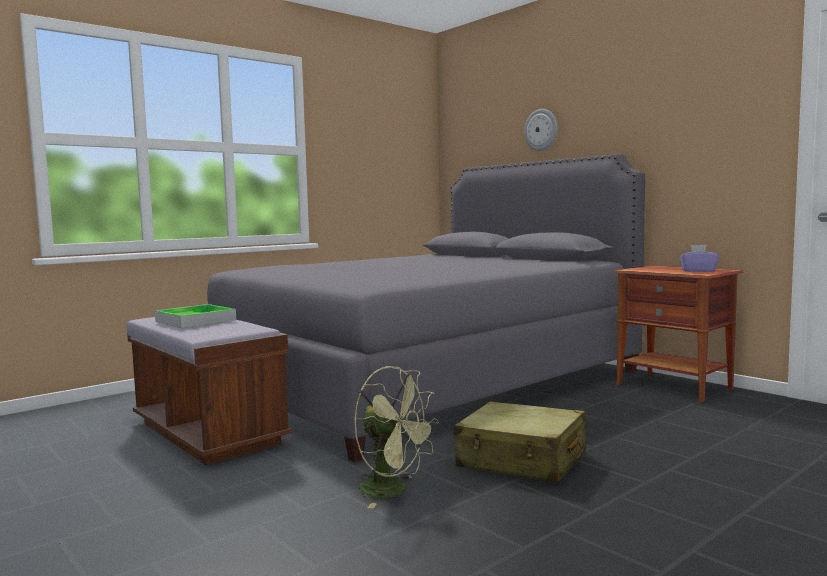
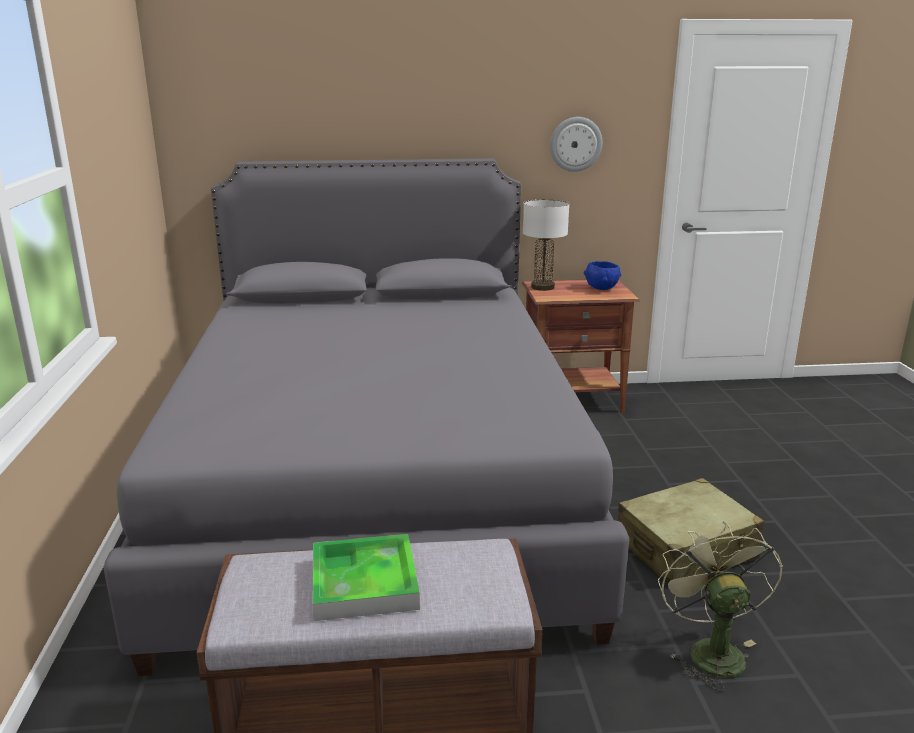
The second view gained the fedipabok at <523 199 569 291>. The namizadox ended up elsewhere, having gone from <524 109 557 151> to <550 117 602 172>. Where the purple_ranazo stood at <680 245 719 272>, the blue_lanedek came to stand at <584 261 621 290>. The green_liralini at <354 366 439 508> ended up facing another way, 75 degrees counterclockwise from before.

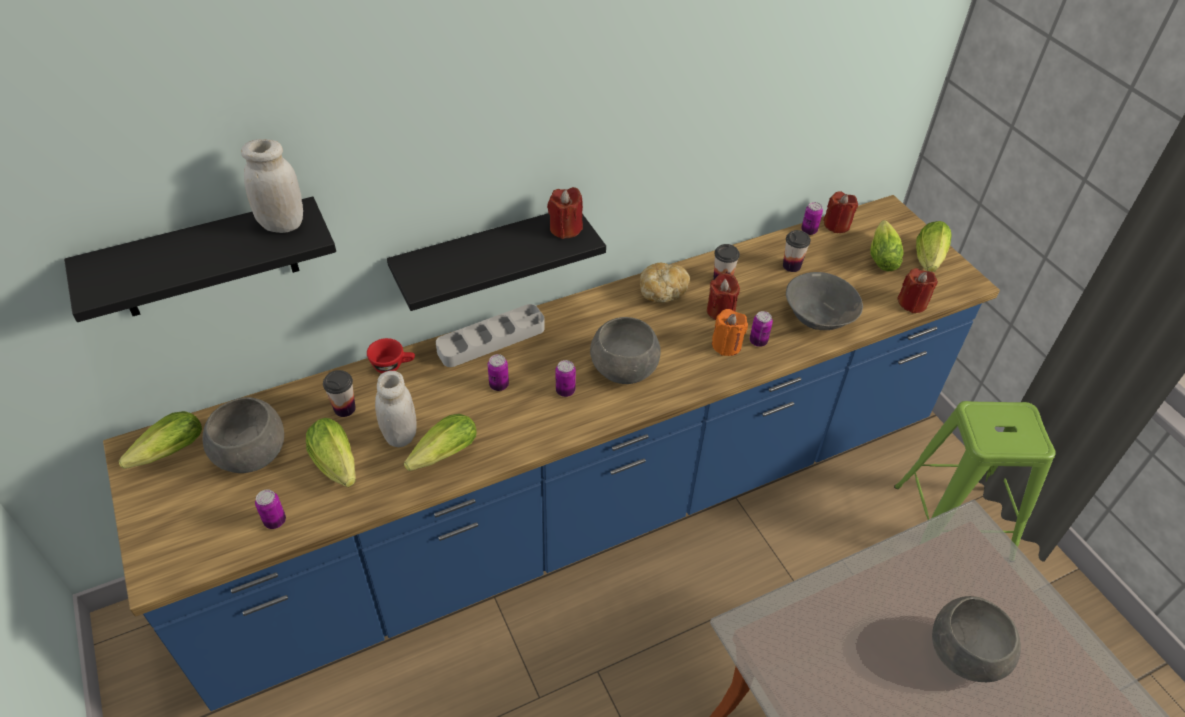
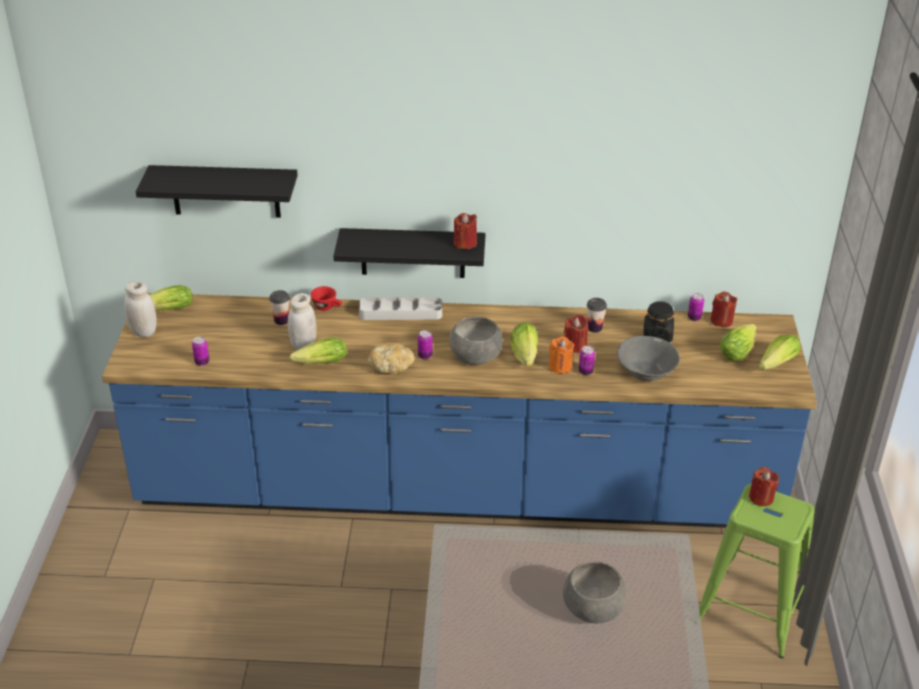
The second view lost the grey_lanedek at <203 397 284 473>. The second view lost the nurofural at <488 354 509 391>. The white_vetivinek ended up elsewhere, having gone from <241 139 303 233> to <124 281 157 337>. The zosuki ended up elsewhere, having gone from <306 418 356 487> to <510 322 538 366>. The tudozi ended up elsewhere, having gone from <640 263 690 303> to <368 342 415 374>. The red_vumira ended up elsewhere, having gone from <897 268 938 313> to <749 467 779 506>. Where the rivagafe stood at <783 230 811 272>, the black_vetivinek came to stand at <644 301 674 342>.

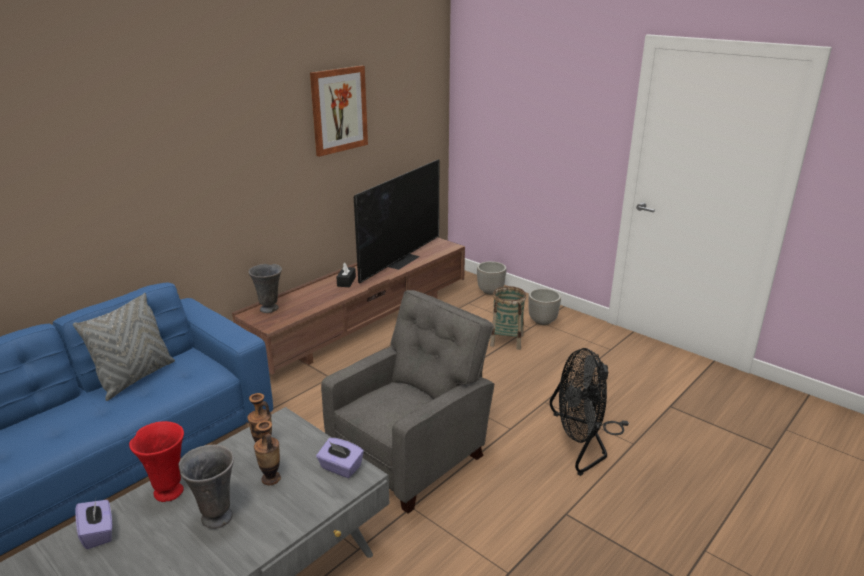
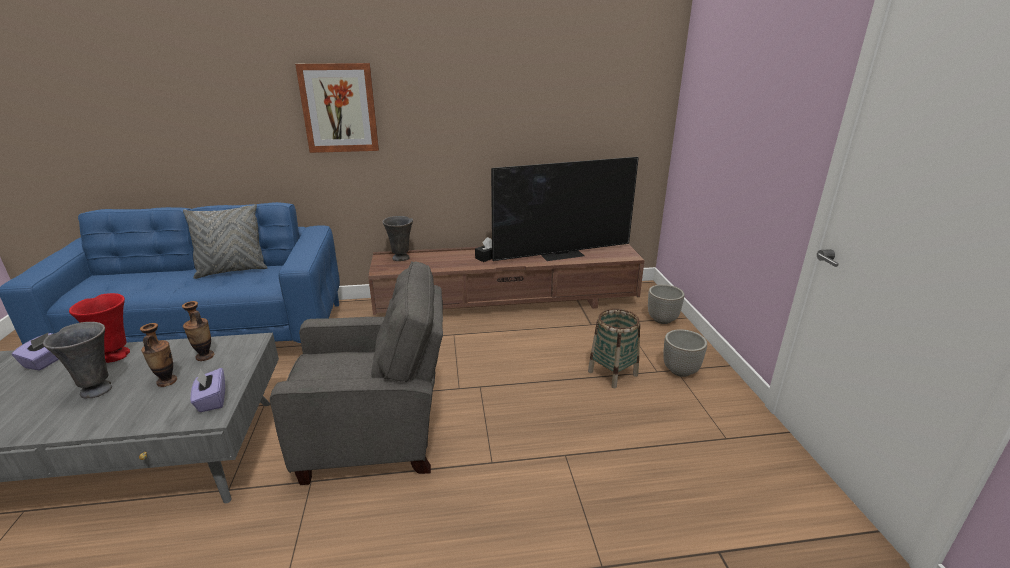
The second view lost the black_liralini at <550 348 628 476>. The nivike ended up elsewhere, having gone from <310 66 368 157> to <295 63 379 153>.

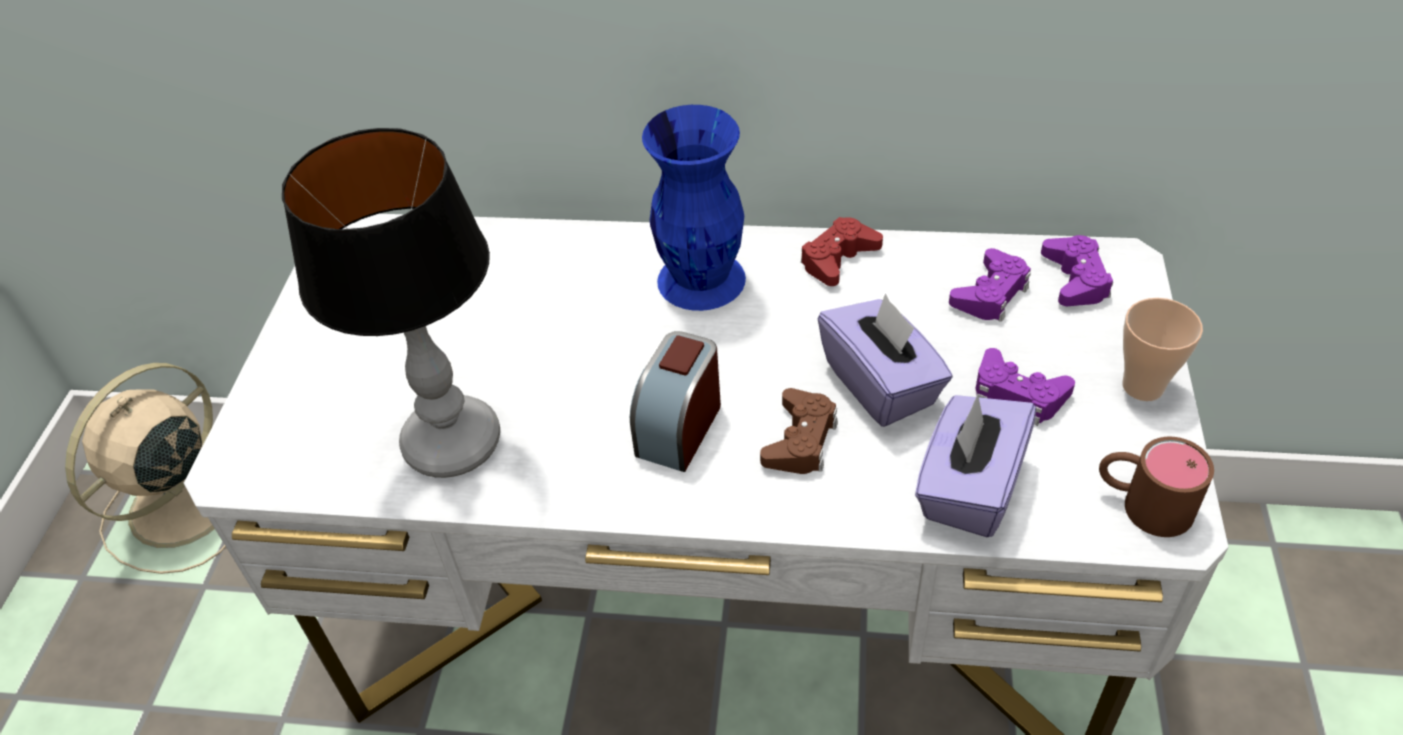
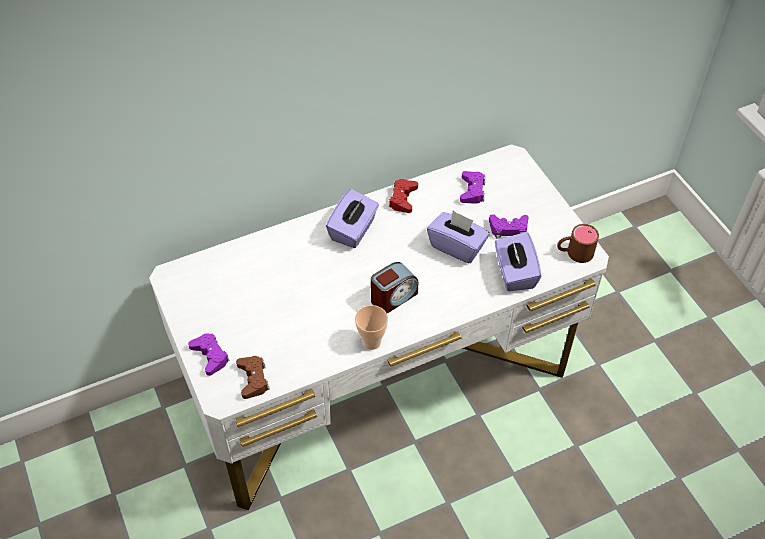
The second view lost the beige_liralini at <65 363 226 574>. The second view lost the fedipabok at <282 128 500 478>. The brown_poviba ended up elsewhere, having gone from <760 388 838 474> to <236 356 270 399>. The purple_poviba ended up elsewhere, having gone from <1041 235 1113 306> to <188 333 230 376>. The rivagafe ended up elsewhere, having gone from <1122 298 1203 401> to <355 305 388 350>. Where the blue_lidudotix stood at <642 105 746 311>, the purple_ranazo came to stand at <326 189 379 248>. The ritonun at <630 331 721 472> ended up facing another way, 120 degrees counterclockwise from before.

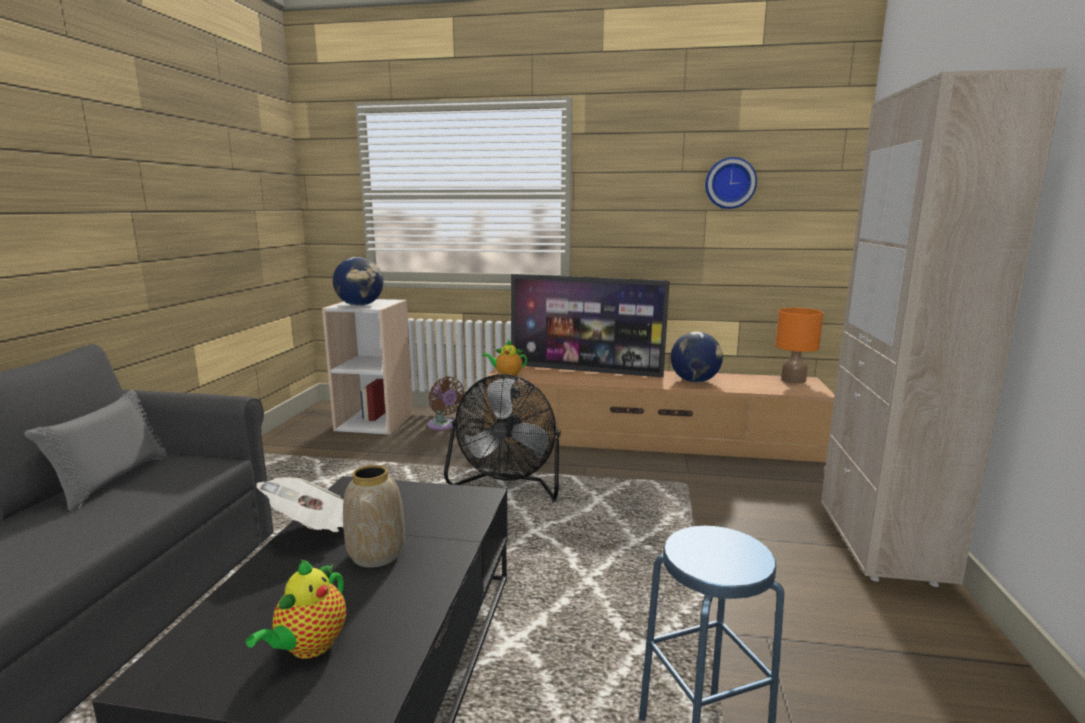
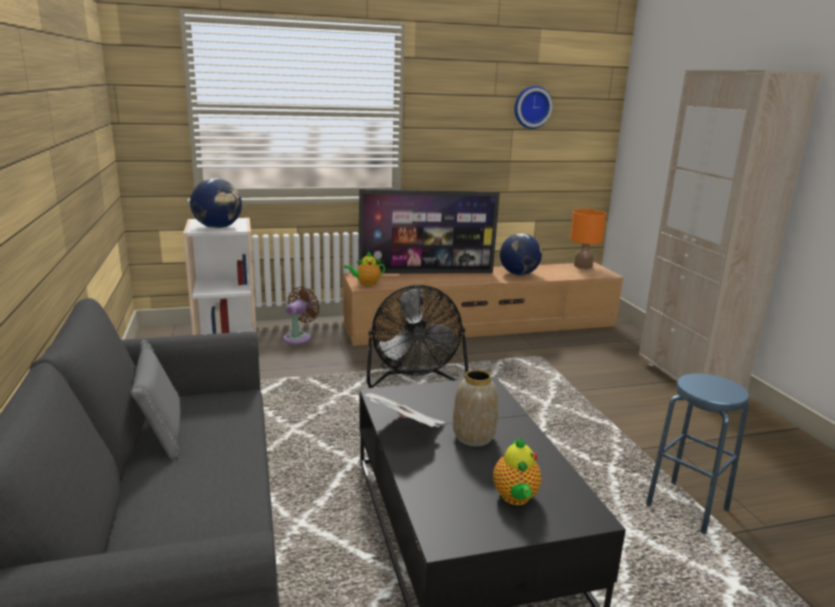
The brown_liralini at <427 376 465 430> ended up facing another way, 90 degrees counterclockwise from before.

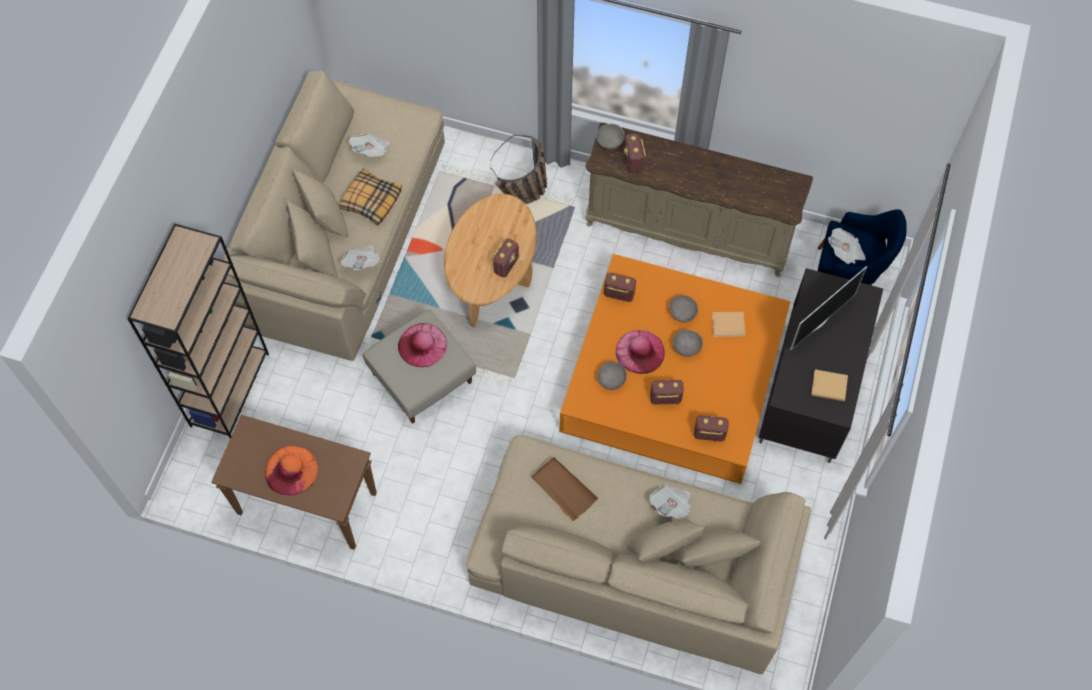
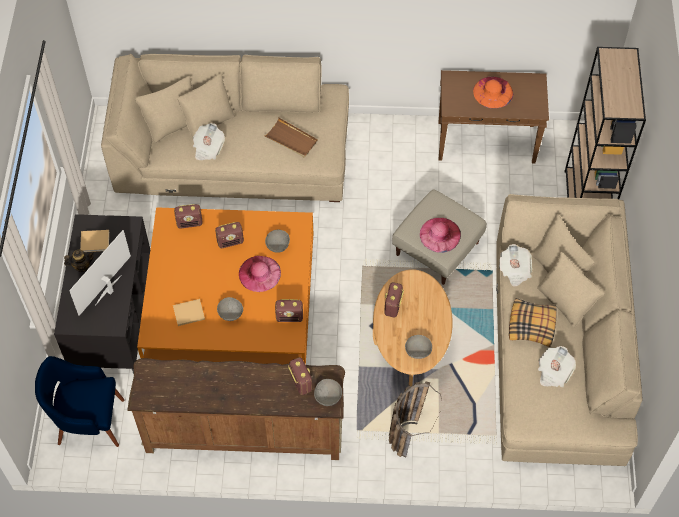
The second view lost the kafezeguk at <828 228 866 264>. The second view gained the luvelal at <64 250 94 272>. The grey_lanedek ended up elsewhere, having gone from <673 330 703 357> to <405 335 432 359>.

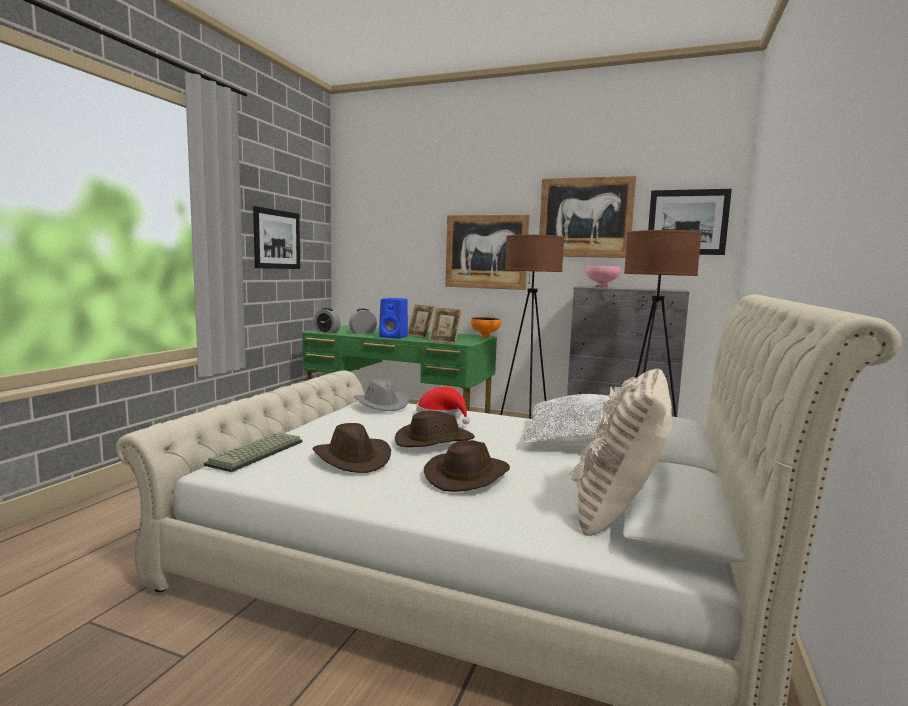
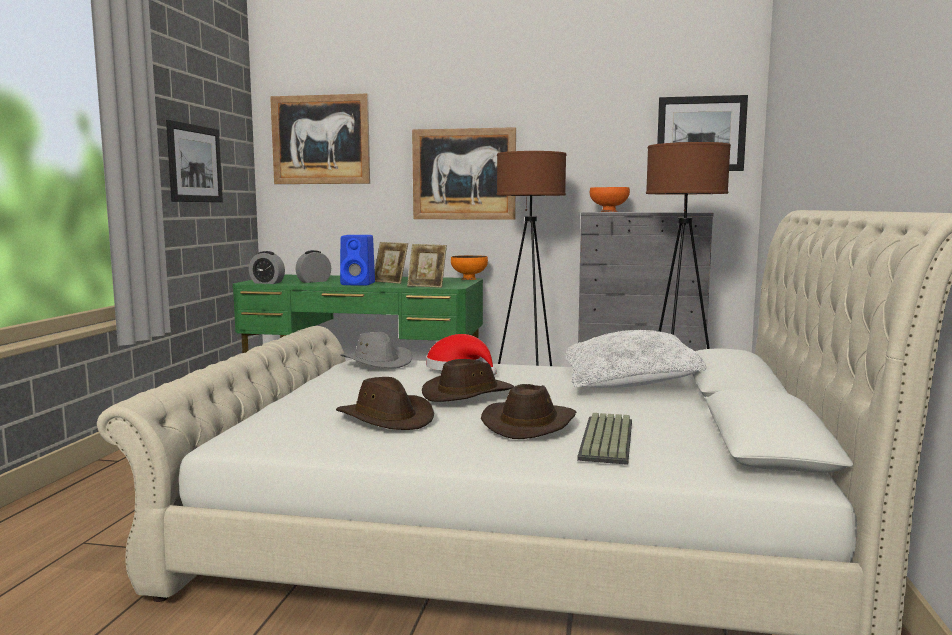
The second view lost the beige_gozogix at <567 369 672 536>. The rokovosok ended up elsewhere, having gone from <204 432 303 472> to <577 413 632 465>. The nivike ended up elsewhere, having gone from <539 176 636 258> to <270 94 370 184>. What was the pink_lanedek at <586 266 620 287> turned into the orange_lanedek at <590 187 630 212>.

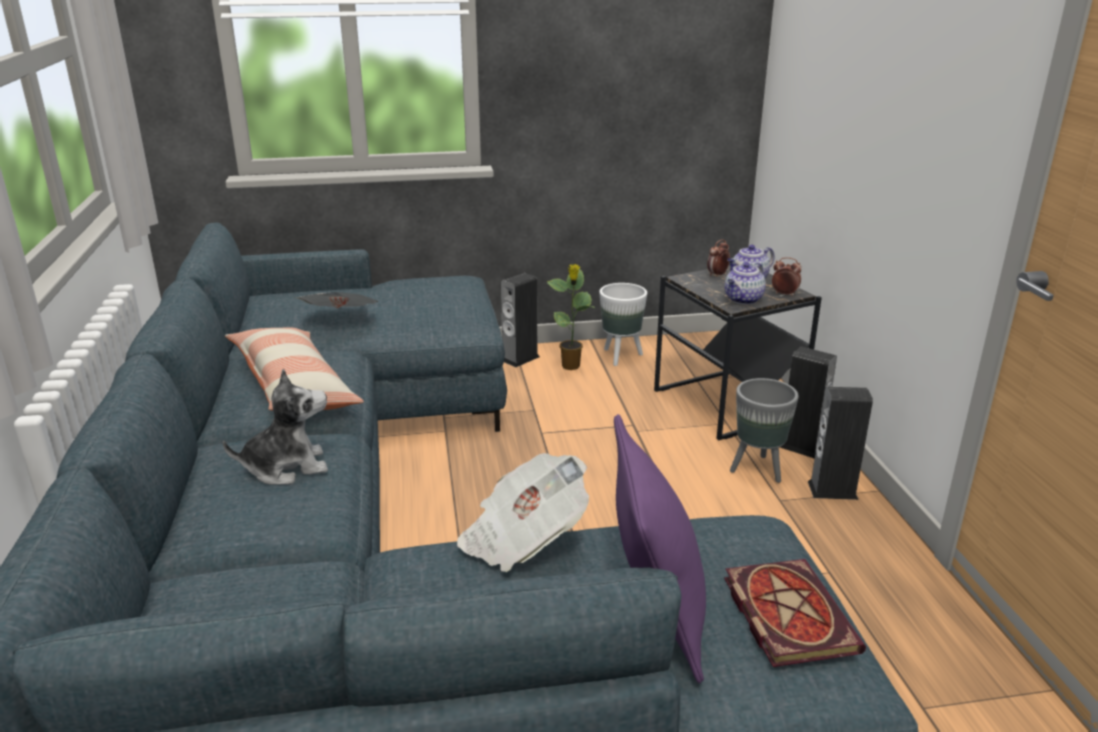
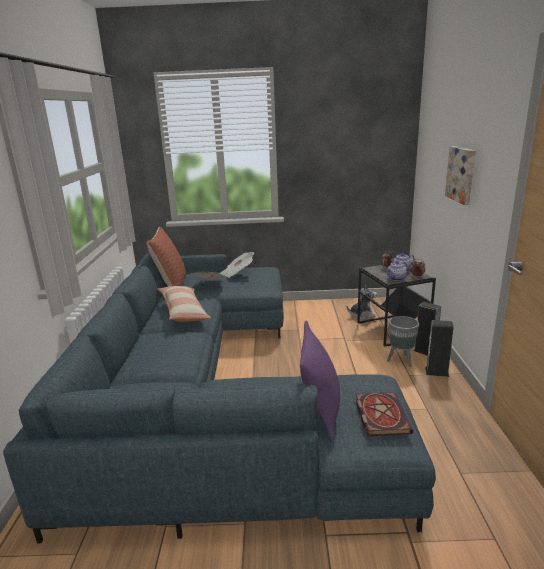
The second view lost the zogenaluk at <501 273 540 367>. The second view lost the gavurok at <547 264 595 370>. The second view lost the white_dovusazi at <599 283 647 366>. The second view gained the gozogix at <147 227 186 287>. The second view gained the nivike at <445 146 476 205>. The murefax ended up elsewhere, having gone from <223 368 328 485> to <347 285 377 319>. The kafezeguk ended up elsewhere, having gone from <457 453 589 572> to <219 252 254 278>.

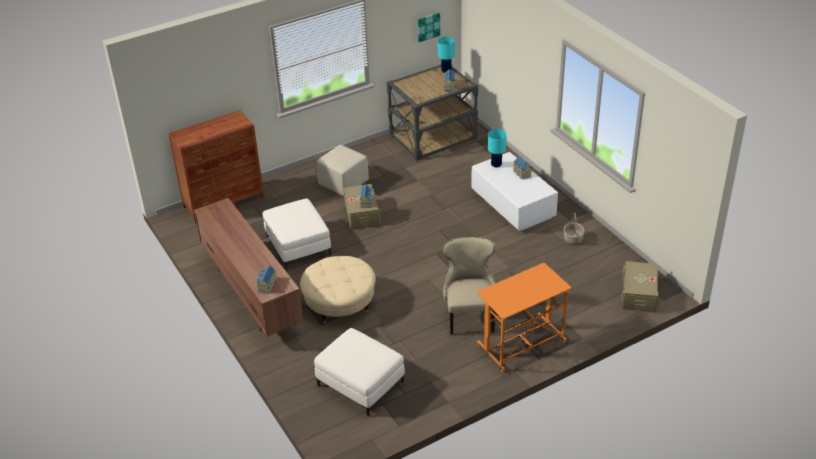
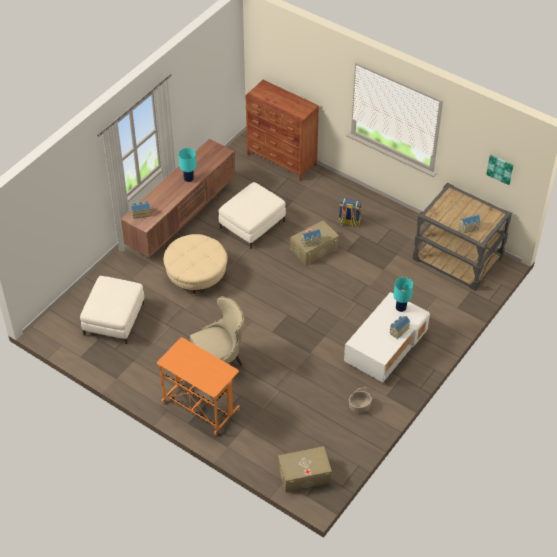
The turquoise_fedipabok ended up elsewhere, having gone from <438 37 455 73> to <178 148 196 182>. Where the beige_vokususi stood at <316 145 369 196>, the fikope came to stand at <338 198 362 227>.

